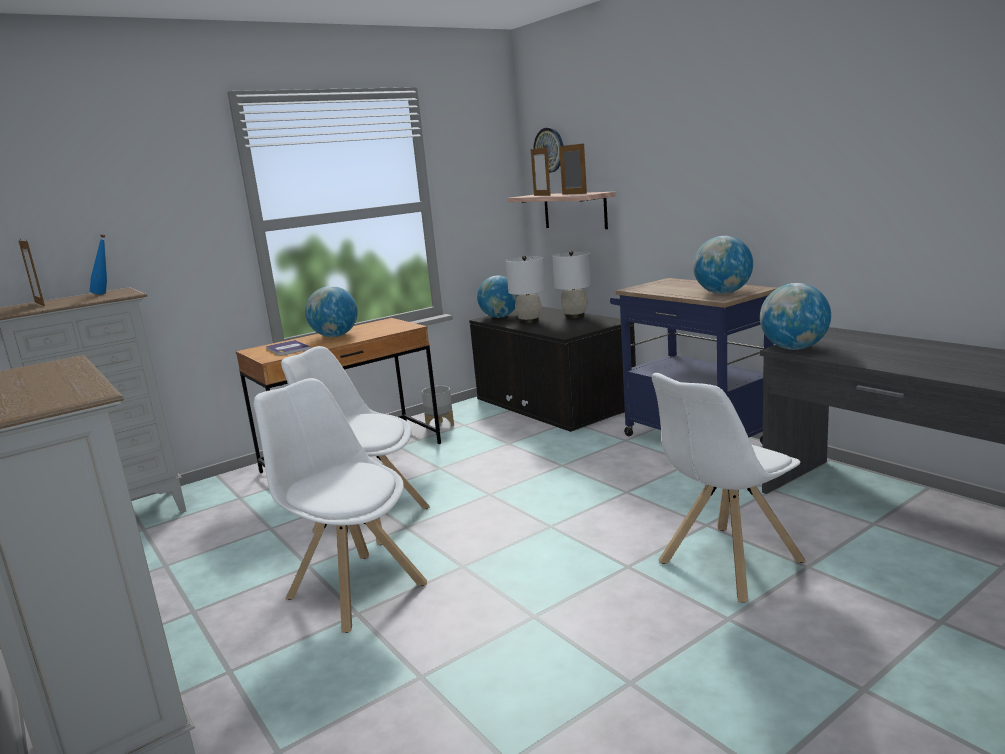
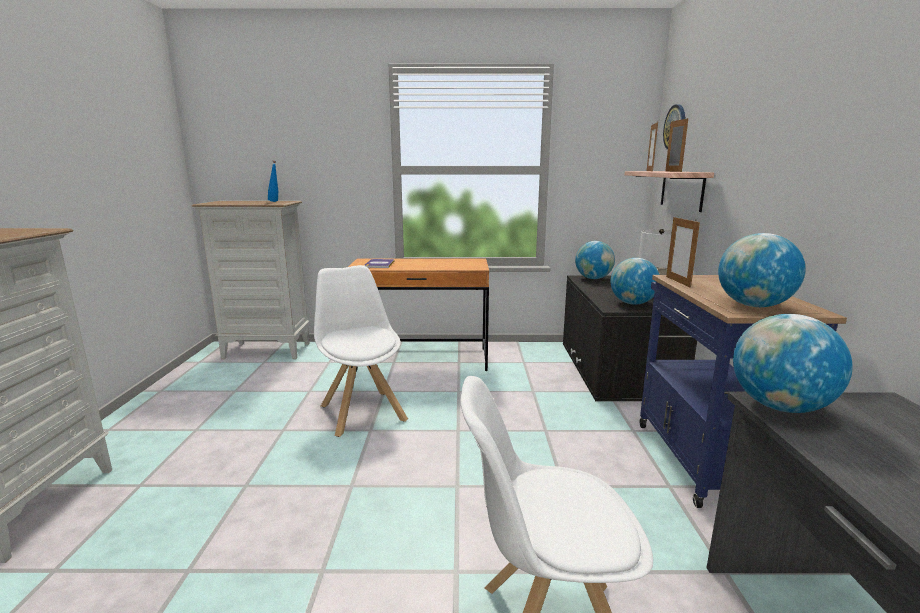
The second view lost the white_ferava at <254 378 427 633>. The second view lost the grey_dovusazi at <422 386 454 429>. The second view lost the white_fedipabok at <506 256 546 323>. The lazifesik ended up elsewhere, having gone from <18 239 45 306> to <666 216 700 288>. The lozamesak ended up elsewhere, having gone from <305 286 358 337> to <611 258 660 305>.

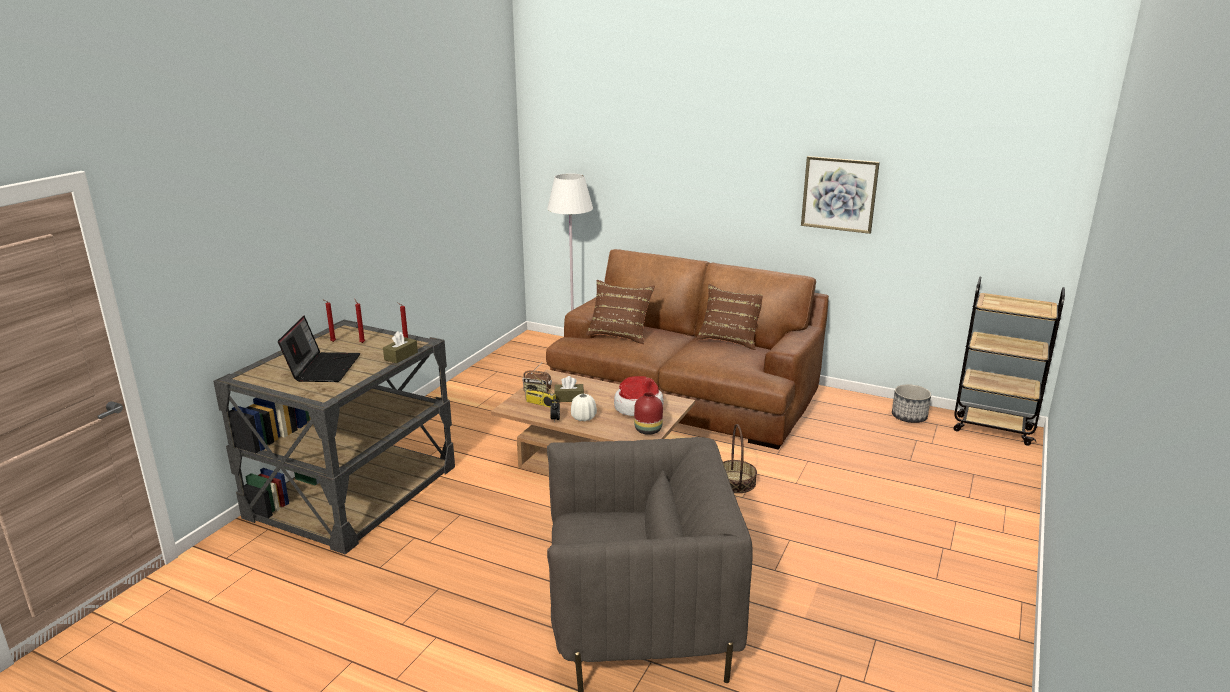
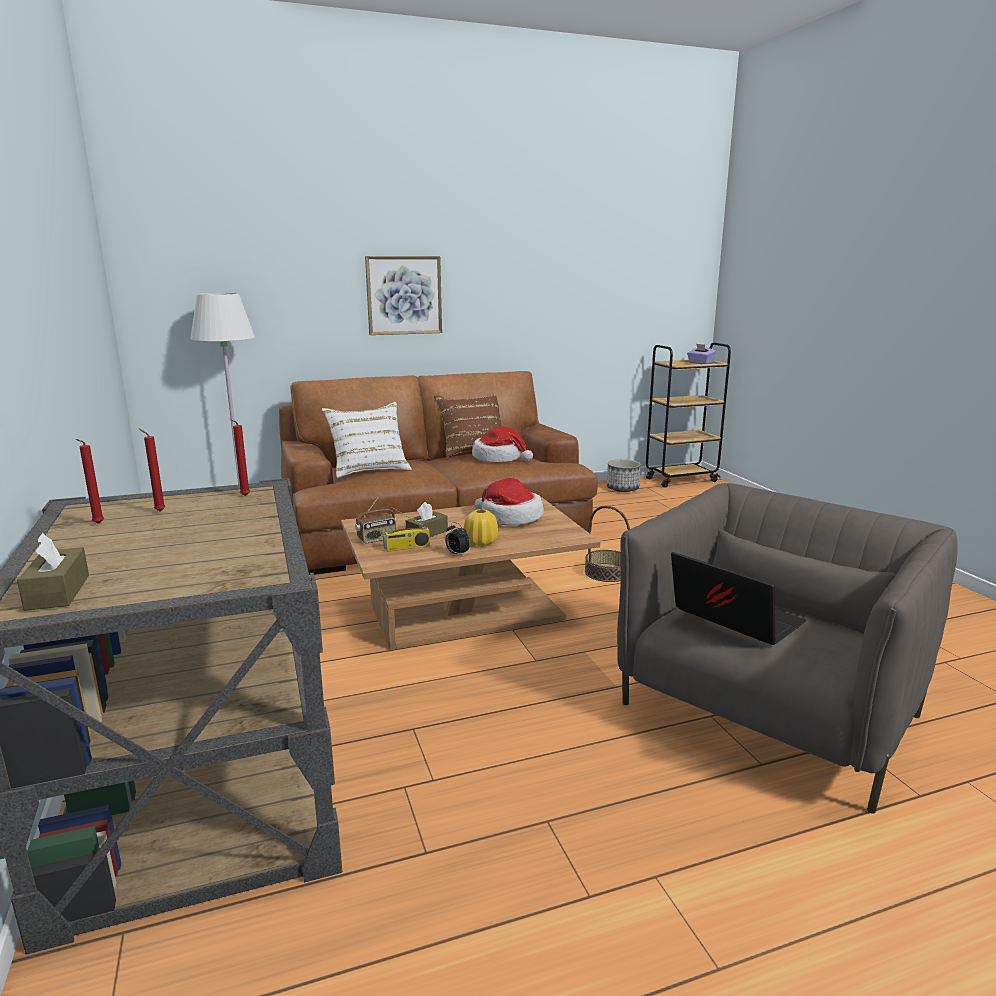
The second view lost the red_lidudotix at <634 392 663 435>. The second view gained the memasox at <472 426 533 462>. The second view gained the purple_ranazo at <687 344 716 364>. The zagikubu ended up elsewhere, having gone from <278 316 360 382> to <671 552 806 645>. The brown_ranazo ended up elsewhere, having gone from <383 331 418 363> to <17 533 89 611>. The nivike ended up elsewhere, having gone from <801 156 880 234> to <365 256 442 335>. What was the white_lidudotix at <571 394 597 421> turned into the yellow_lidudotix at <464 509 498 546>. What was the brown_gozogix at <586 280 655 344> turned into the white_gozogix at <322 402 412 478>.

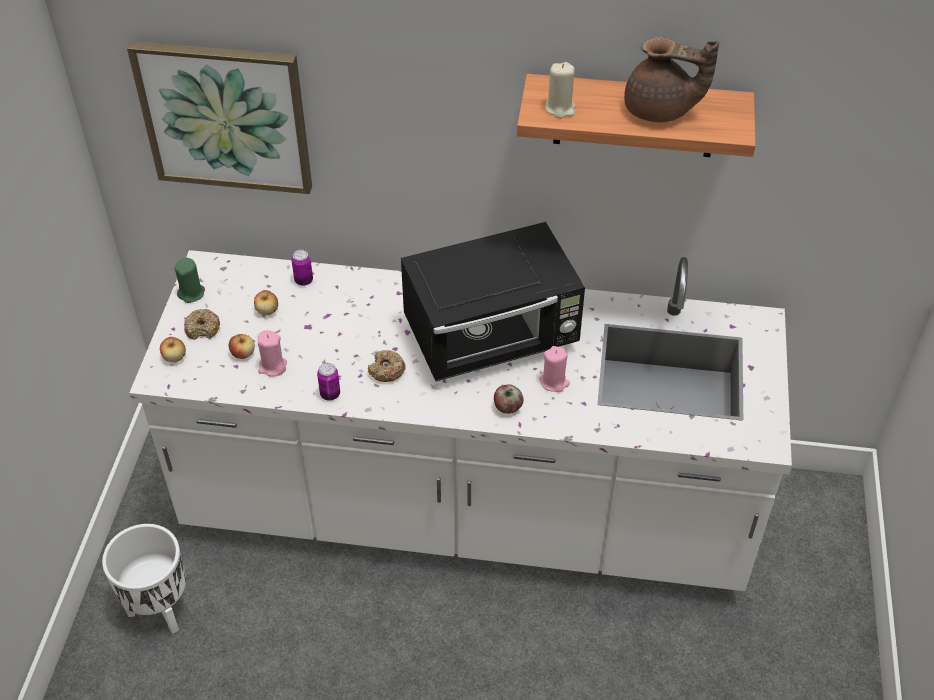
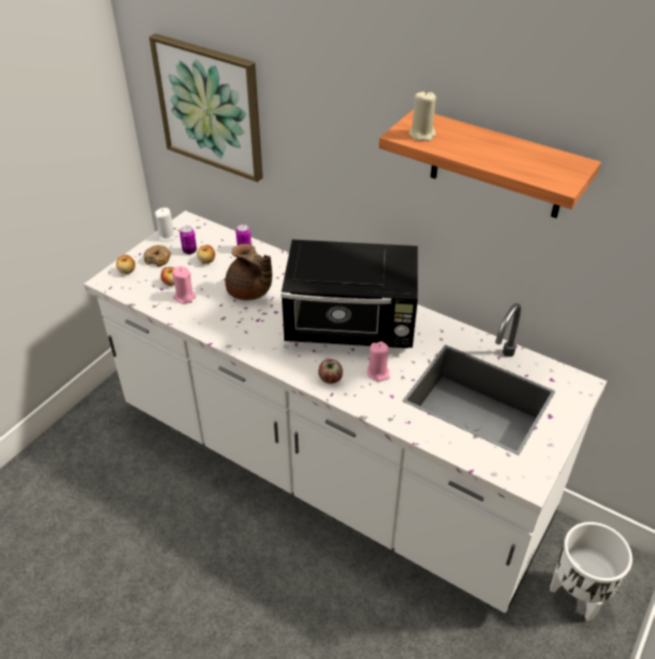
The second view lost the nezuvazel at <368 350 406 382>. The white_dovusazi ended up elsewhere, having gone from <102 524 186 634> to <550 522 633 621>. The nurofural ended up elsewhere, having gone from <317 363 340 401> to <180 226 197 254>. The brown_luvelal ended up elsewhere, having gone from <624 37 719 123> to <225 244 272 300>. What was the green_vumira at <174 258 205 303> turned into the white_vumira at <155 208 177 242>.

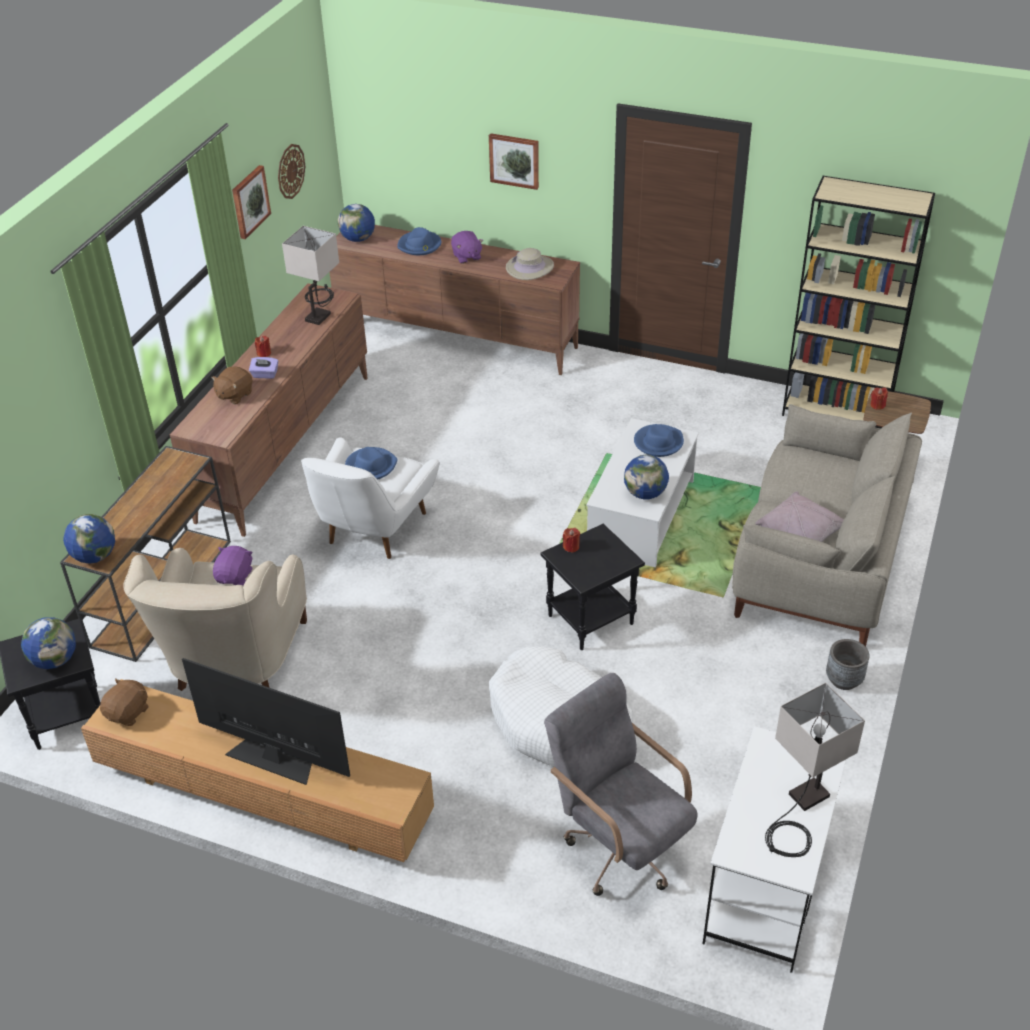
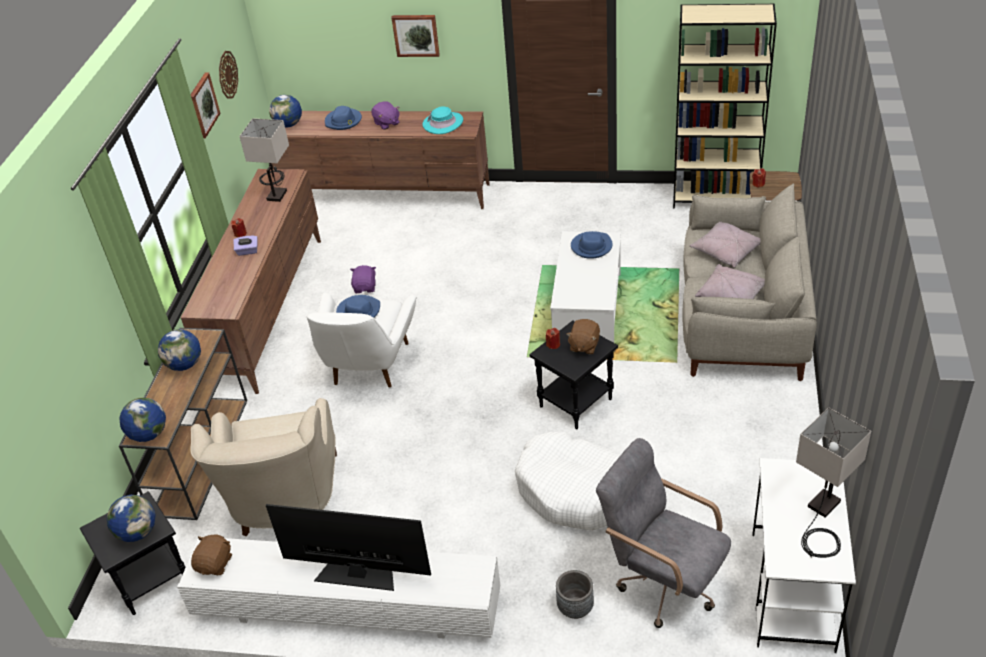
The second view gained the purple_gozogix at <689 222 760 268>. The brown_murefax ended up elsewhere, having gone from <211 366 253 404> to <566 319 600 355>. The purple_murefax ended up elsewhere, having gone from <213 546 253 585> to <350 265 376 293>. The lozamesak ended up elsewhere, having gone from <624 454 669 499> to <158 329 201 371>. The grey_dovusazi ended up elsewhere, having gone from <826 639 870 690> to <556 570 594 619>. What was the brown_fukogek at <81 679 434 862> turned into the white_fukogek at <177 538 500 639>. What was the beige_memasox at <506 248 554 280> turned into the turquoise_memasox at <423 106 463 134>.

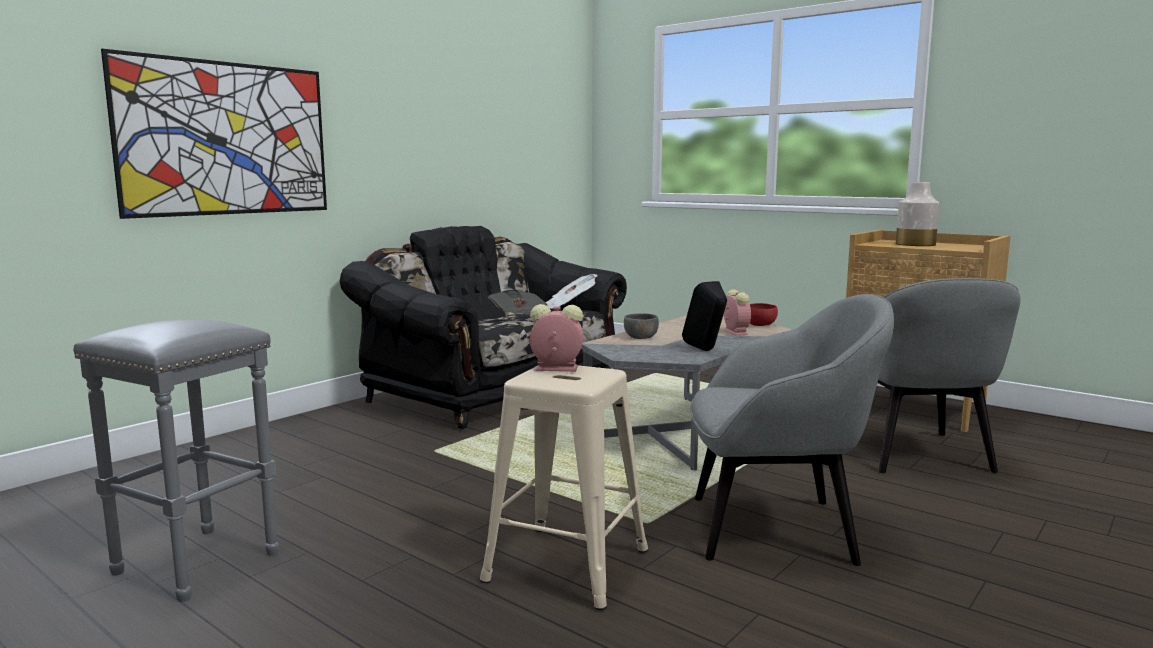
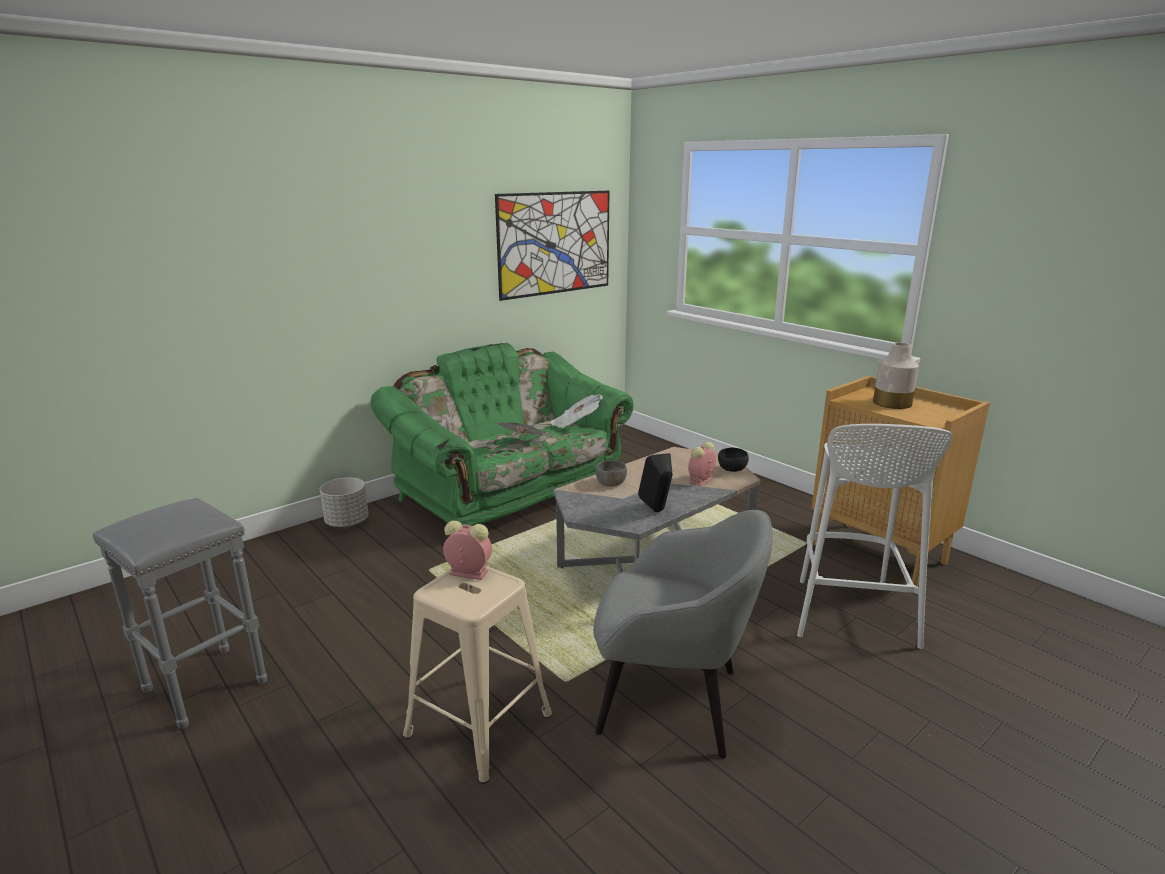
The second view gained the grey_dovusazi at <320 477 368 527>. The nivike ended up elsewhere, having gone from <101 49 327 219> to <495 191 609 301>. Where the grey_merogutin stood at <878 278 1020 473>, the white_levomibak came to stand at <797 424 953 649>. What was the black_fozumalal at <340 226 627 429> turned into the green_fozumalal at <370 343 634 526>. What was the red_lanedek at <750 303 778 326> turned into the black_lanedek at <718 448 749 472>. The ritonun at <724 289 751 336> ended up facing another way, 135 degrees counterclockwise from before.

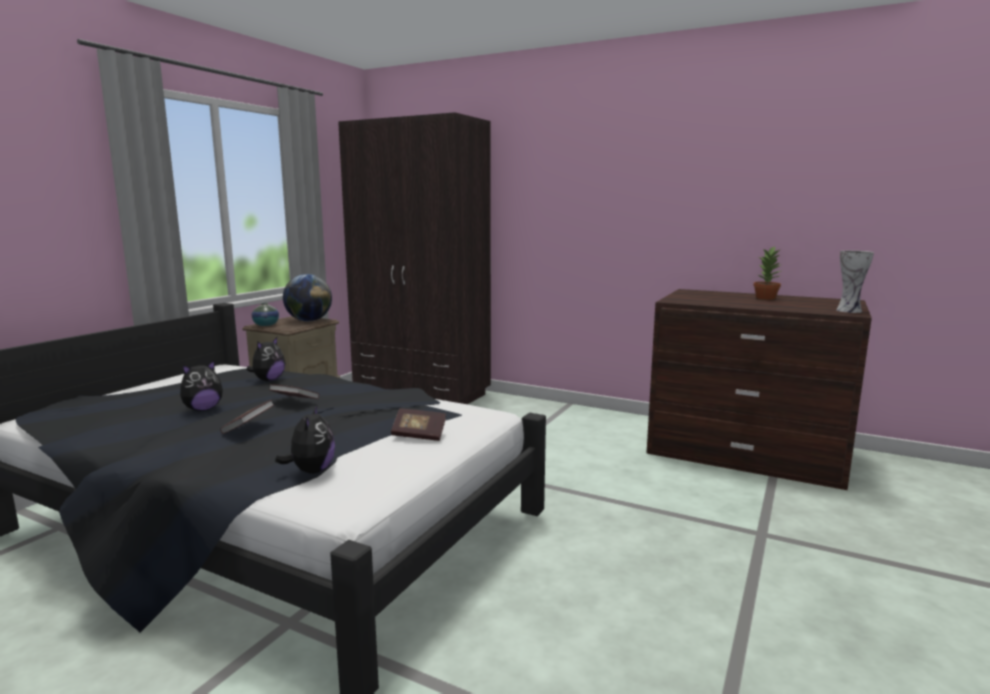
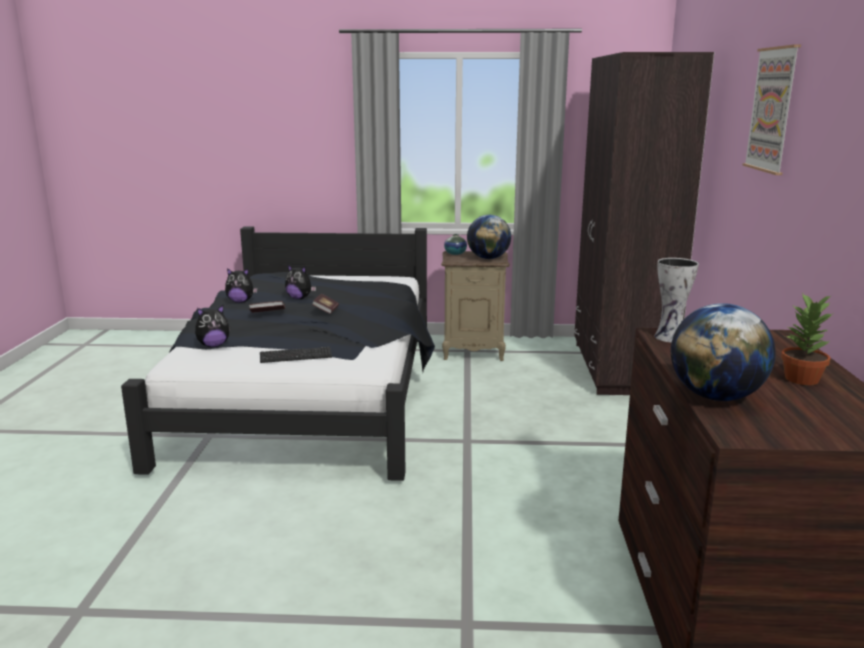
The second view gained the lozamesak at <671 303 776 401>. The second view gained the nivike at <743 44 801 175>. The murefax ended up elsewhere, having gone from <246 337 285 381> to <225 268 258 303>. The lidudotix ended up elsewhere, having gone from <836 251 874 313> to <654 258 699 342>. Where the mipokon stood at <391 409 446 441>, the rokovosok came to stand at <260 347 332 363>.

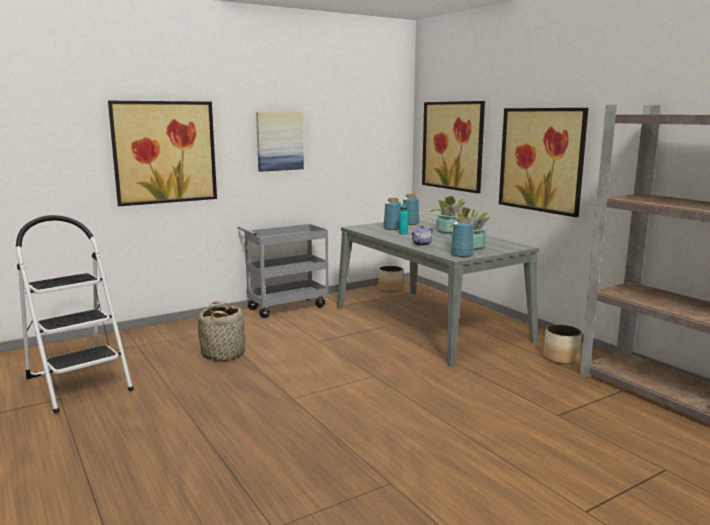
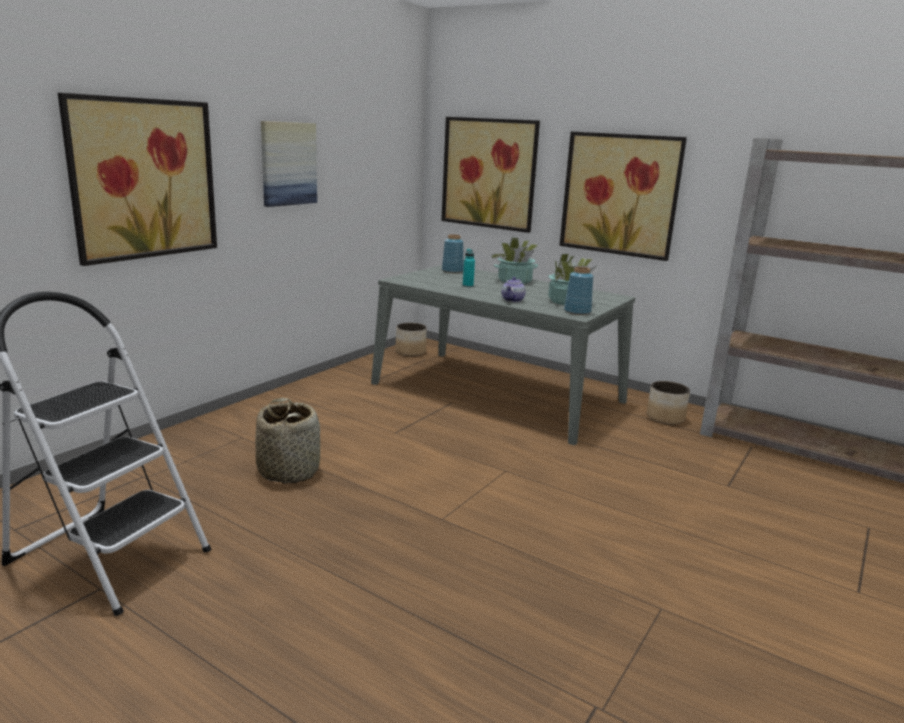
The second view lost the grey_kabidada at <238 224 329 318>. The second view lost the blue_lidudotix at <383 198 401 230>.

